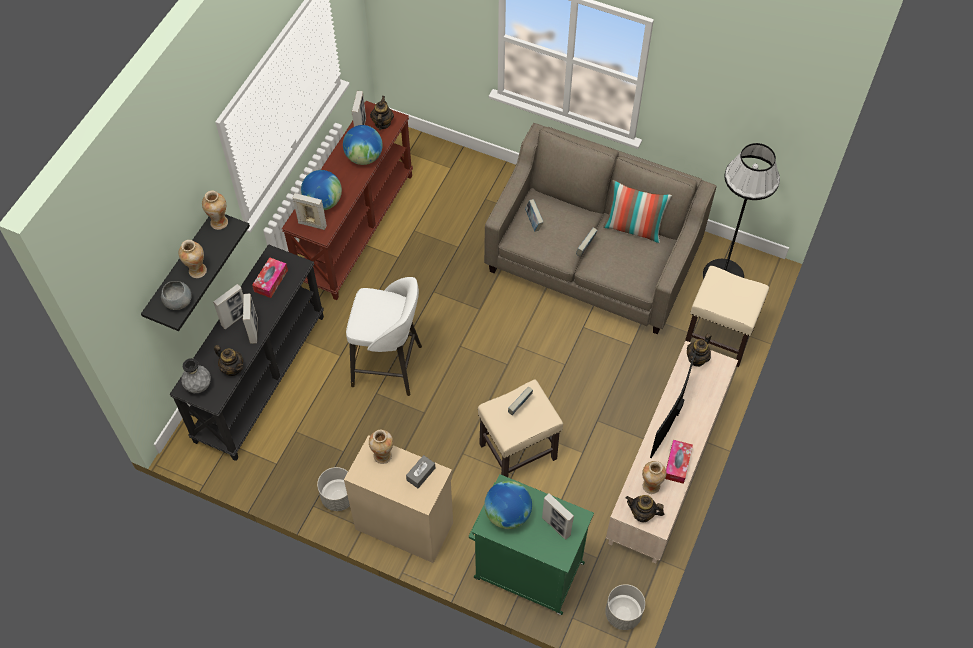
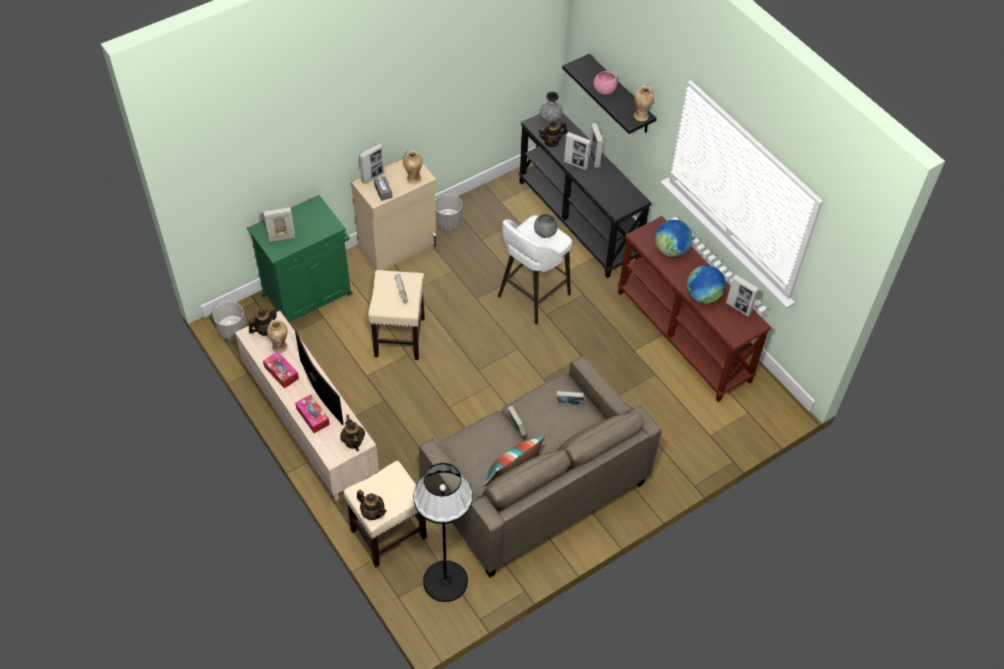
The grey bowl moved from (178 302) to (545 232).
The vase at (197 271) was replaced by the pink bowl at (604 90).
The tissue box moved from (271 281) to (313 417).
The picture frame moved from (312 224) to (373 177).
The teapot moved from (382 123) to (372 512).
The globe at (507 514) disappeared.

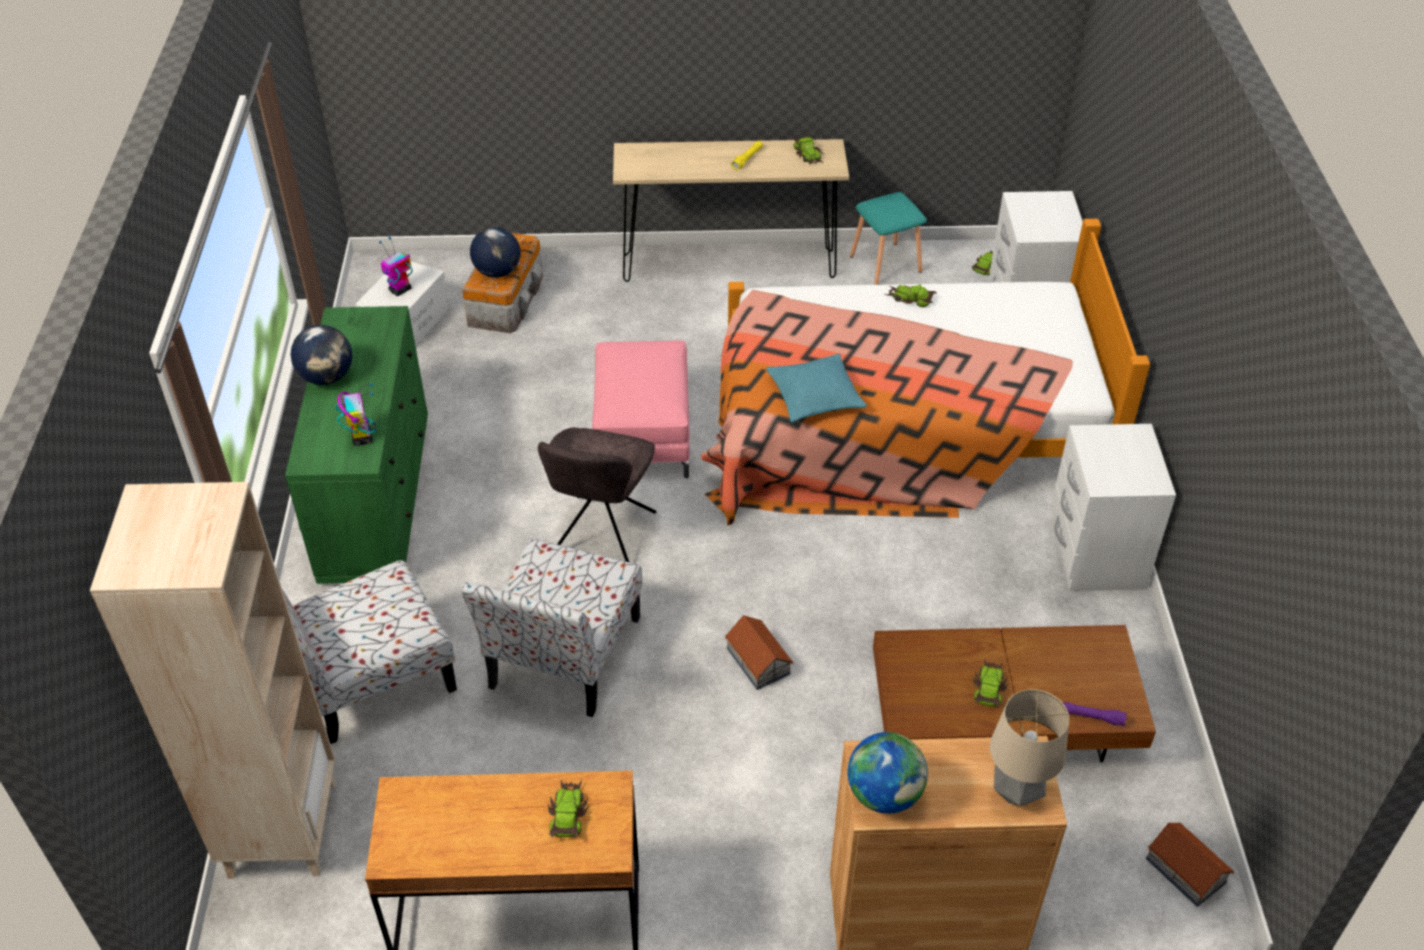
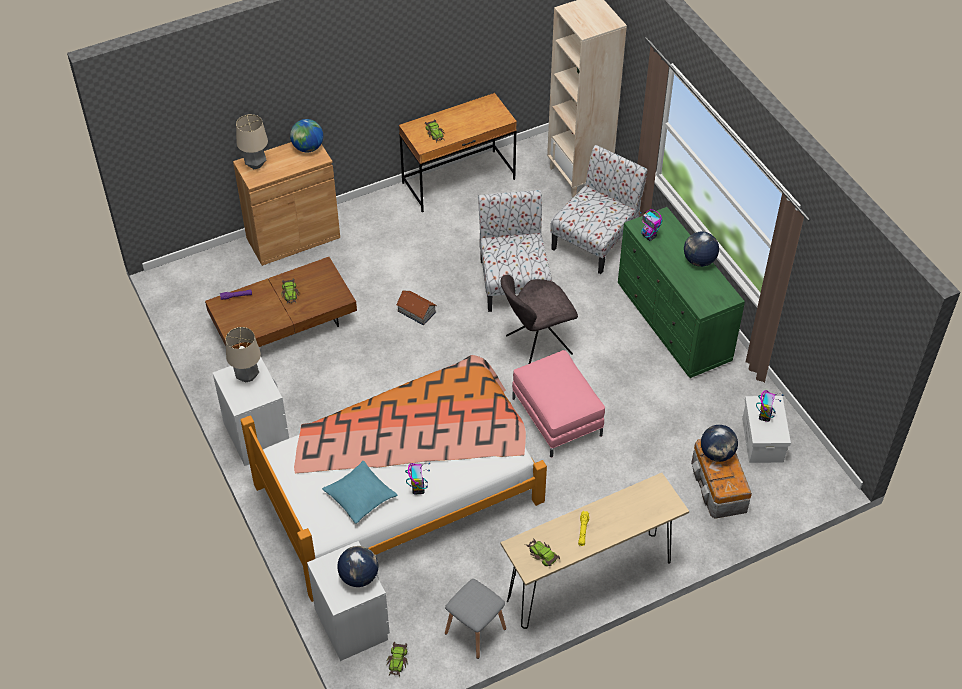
The grey chair at (602 537) turned 105 degrees counterclockwise.
The turquoise pillow moved from (815 396) to (360 496).
The turquoise stool at (886 264) became the grey stool at (474 630).
The toy car at (910 298) was replaced by the toy robot at (418 488).
The toy house at (1185 869) disappeared.
The table lamp at (247 376) appeared.
The globe at (359 576) appeared.

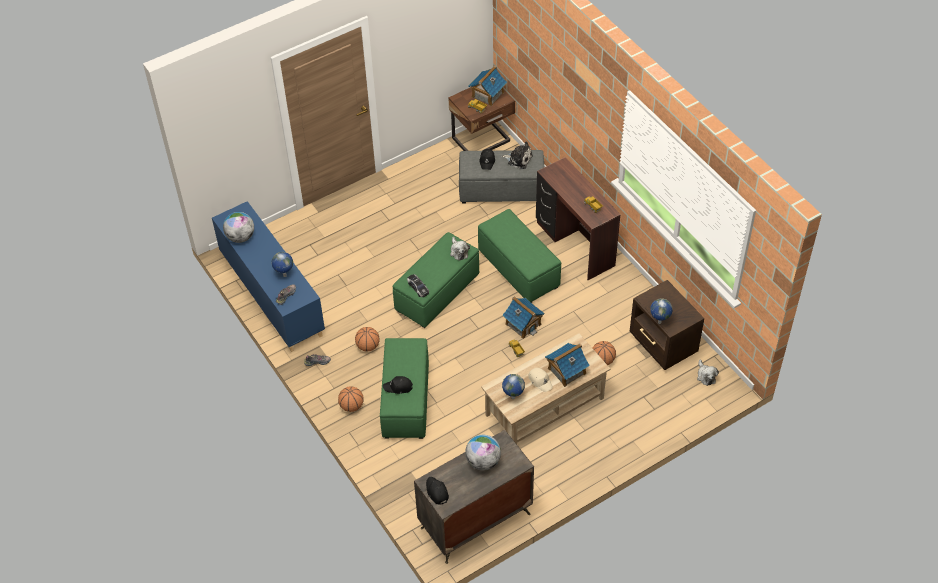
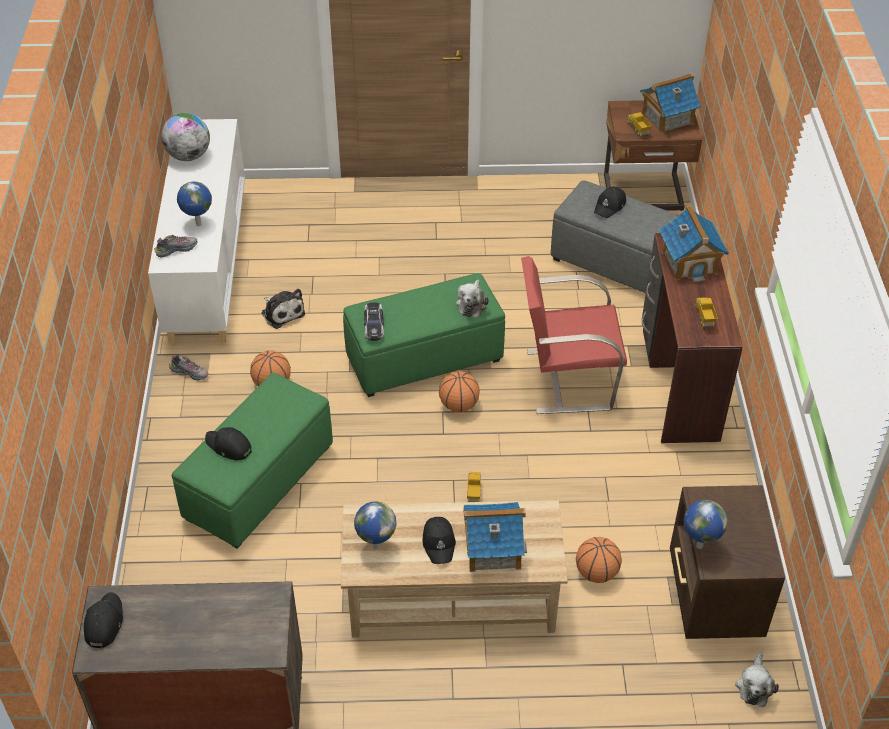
The blue cabinet at (272 296) became the white cabinet at (208 264).
The basketball moved from (351 406) to (459 405).
The globe at (483 461) disappeared.
The green ottoman at (518 269) was replaced by the red chair at (566 379).
The plush toy moved from (518 159) to (282 312).
The toy house moved from (523 324) to (689 262).
The beige cap at (540 381) became the black cap at (439 543).

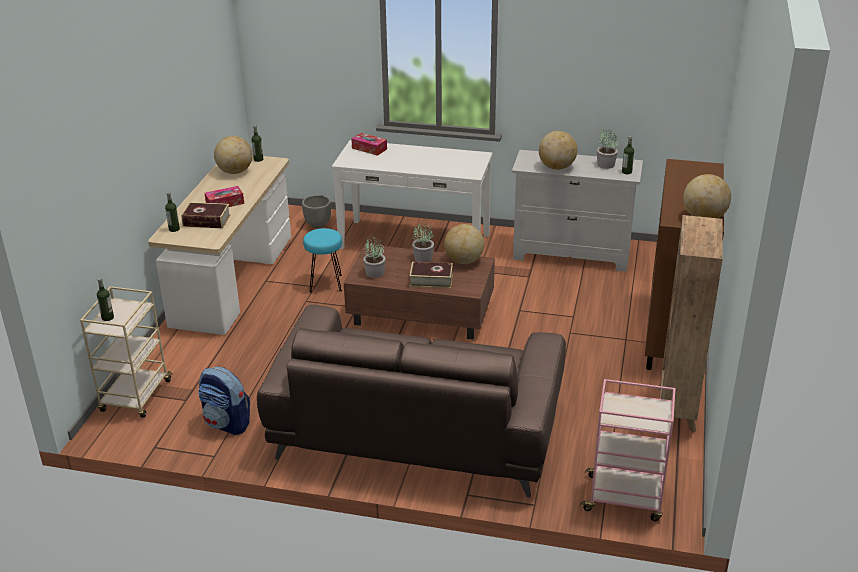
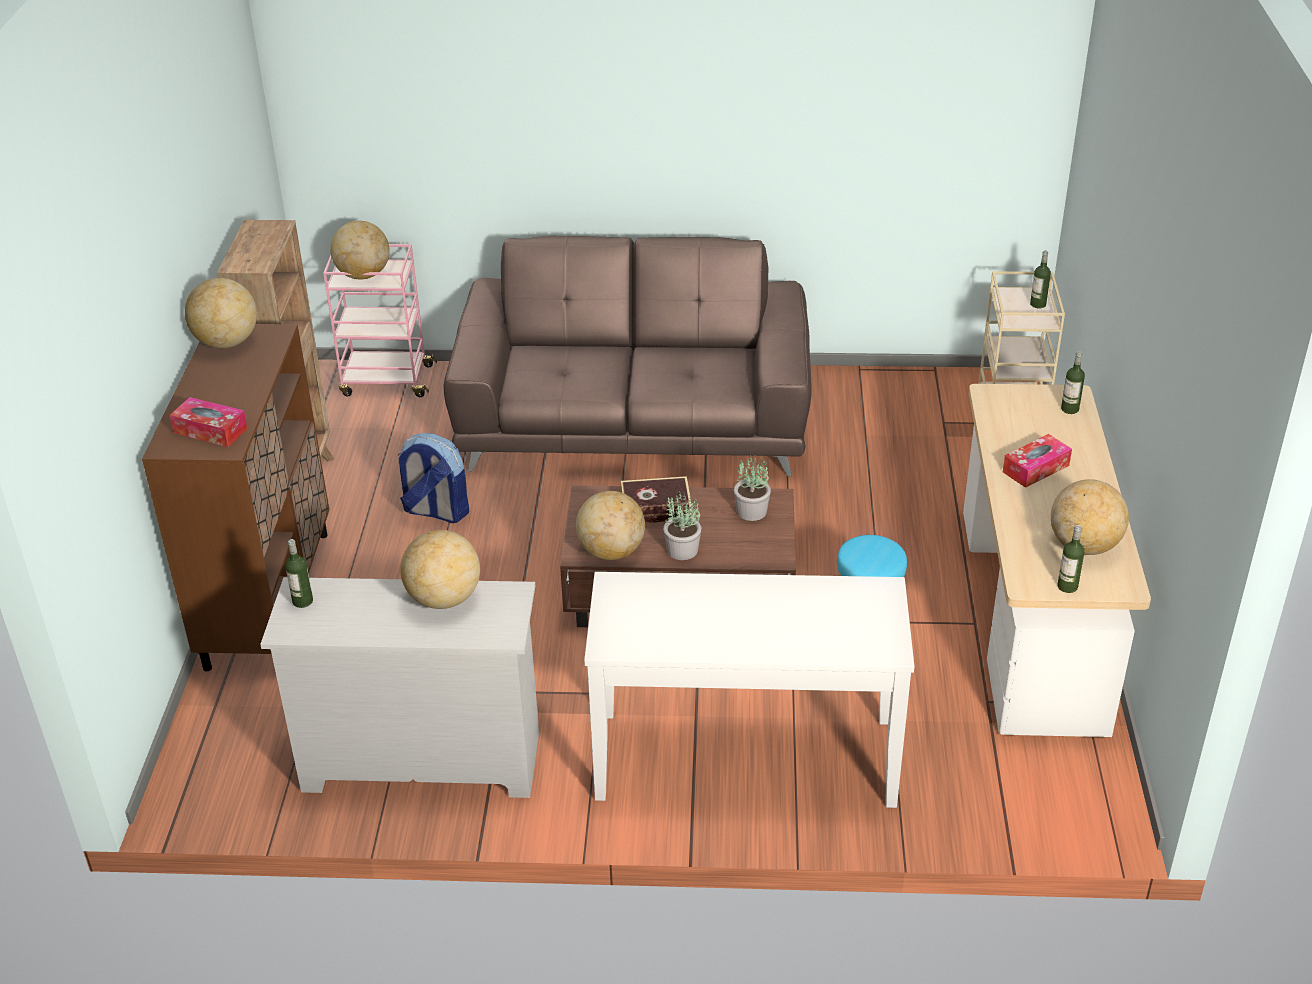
The book at (206 221) disappeared.
The backpack moved from (227 423) to (435 511).
The grey planter at (318 224) disappeared.
The tissue box moved from (369 148) to (210 431).
The potted plant at (605 165) disappeared.
The globe at (363 275) appeared.

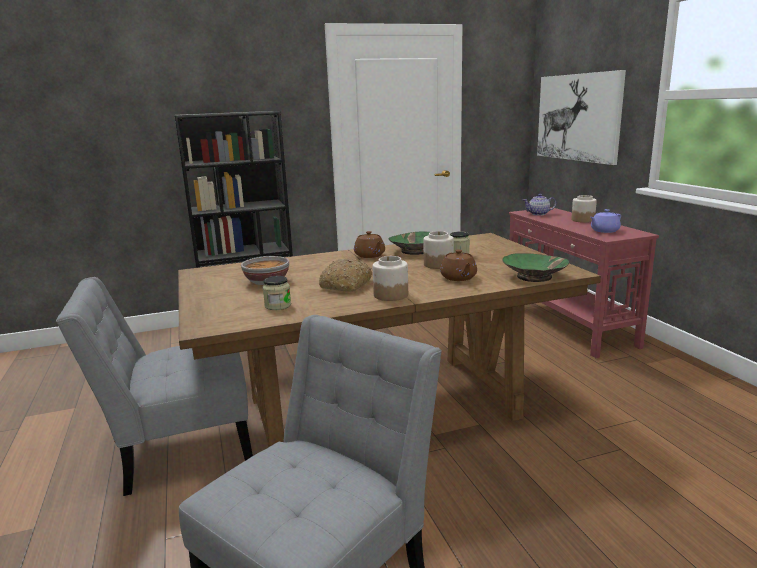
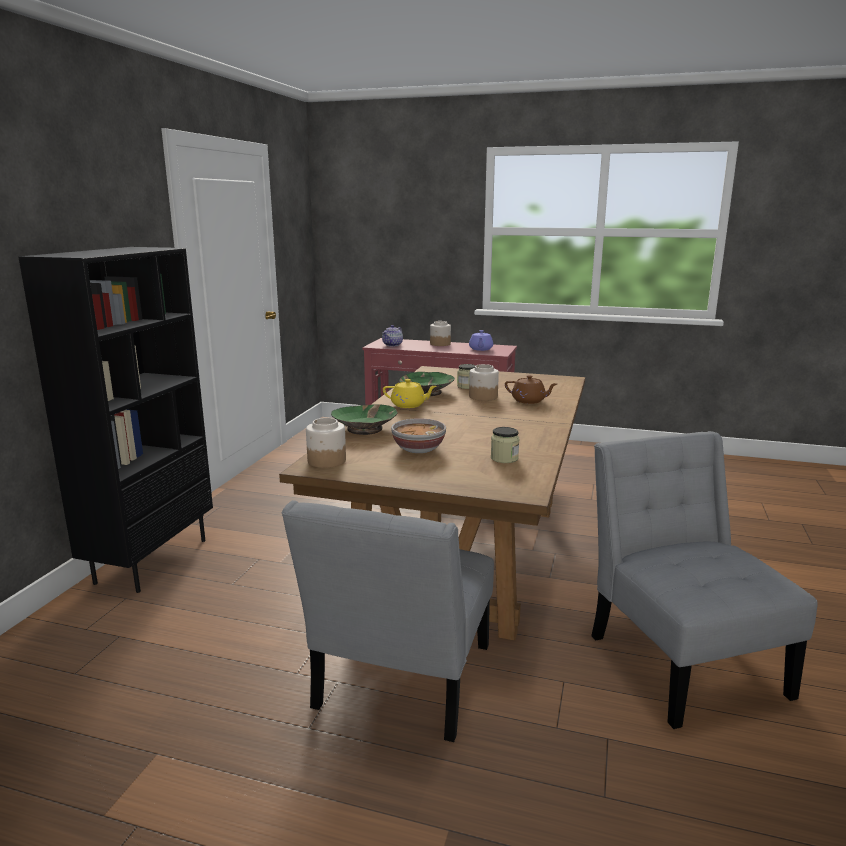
The bread at (346 285) disappeared.
The brown teapot at (370 255) became the yellow teapot at (409 405).
The jar moved from (390 295) to (326 461).
The green bowl moved from (534 276) to (365 429).
The picture at (578 117) disappeared.

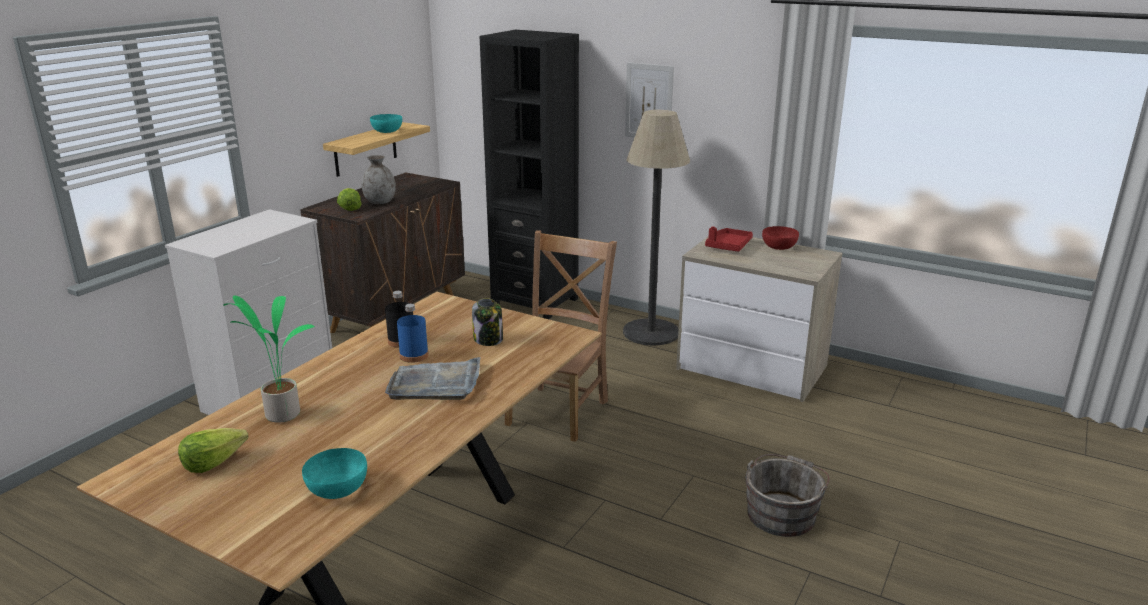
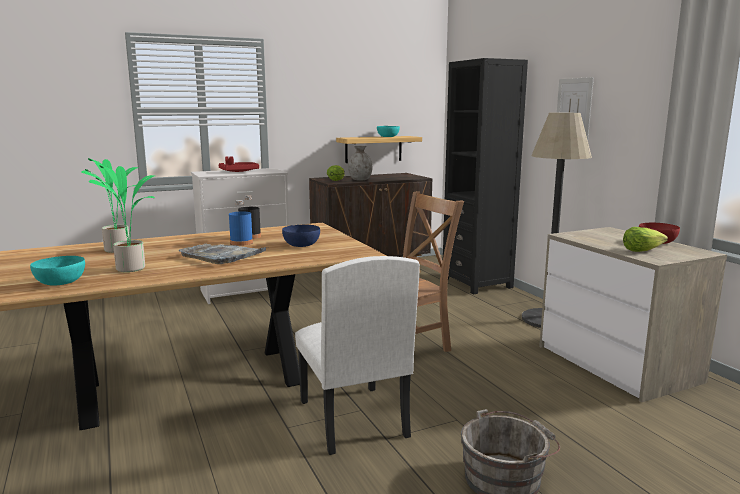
The lettuce moved from (213 462) to (641 250).
The jar at (488 339) was replaced by the blue bowl at (302 245).
The red tray moved from (728 246) to (238 171).
The potted plant at (131 268) appeared.
The white chair at (352 419) appeared.

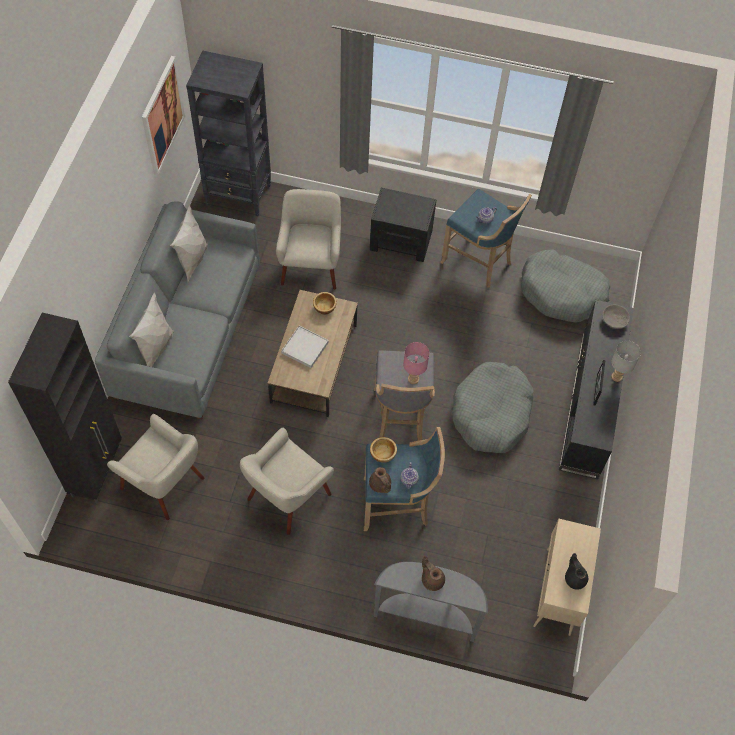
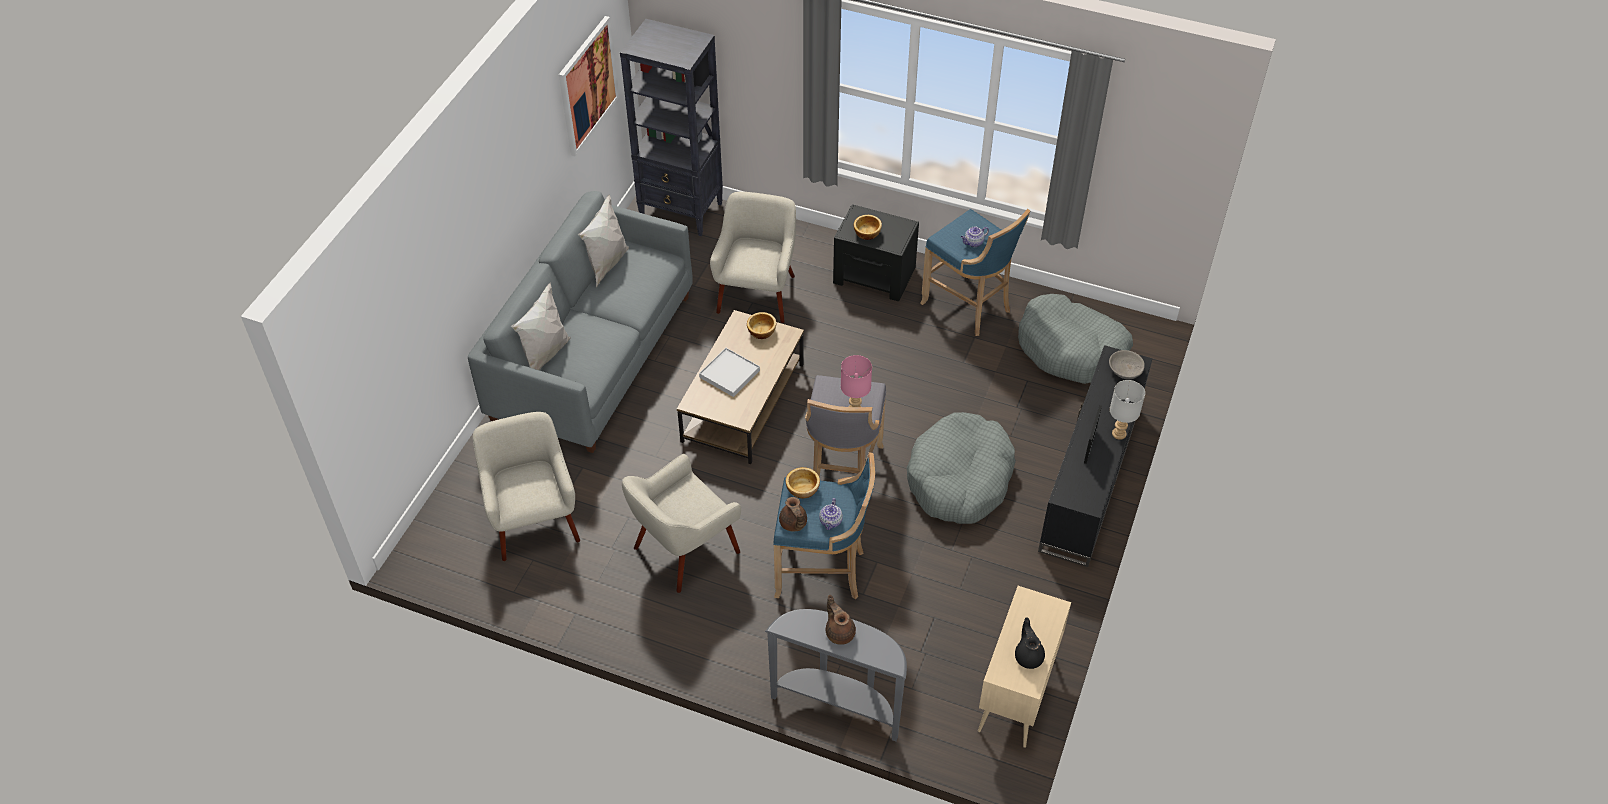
The black cabinet at (97 470) disappeared.
The beige armchair at (164 483) turned 150 degrees counterclockwise.
The bowl at (867 233) appeared.

